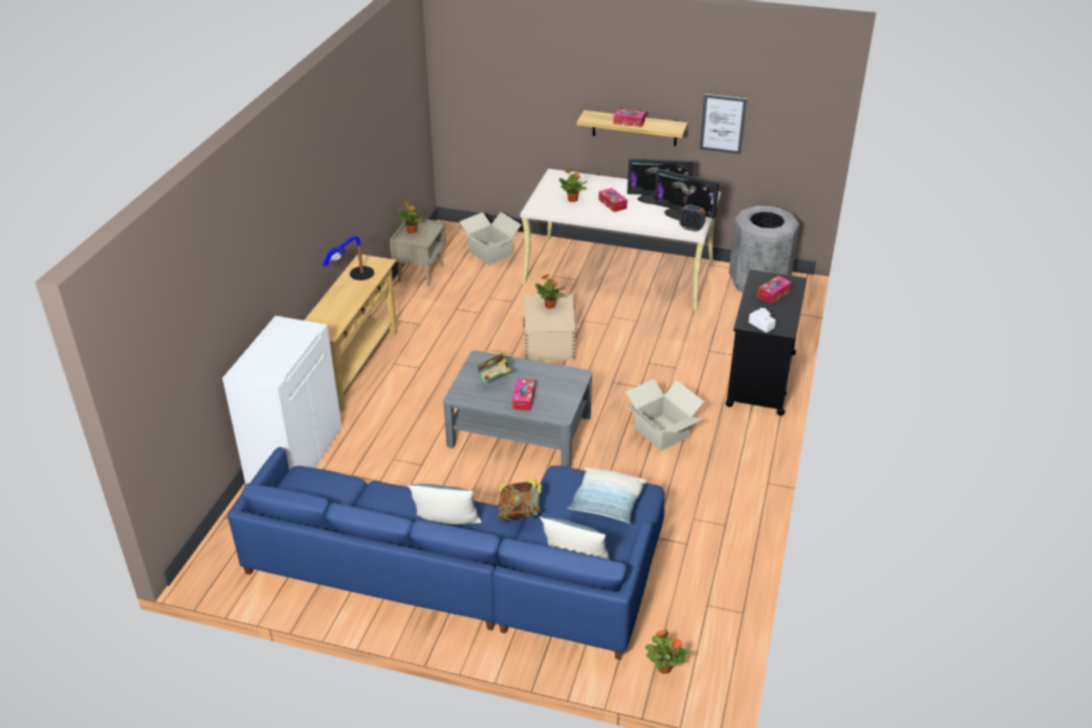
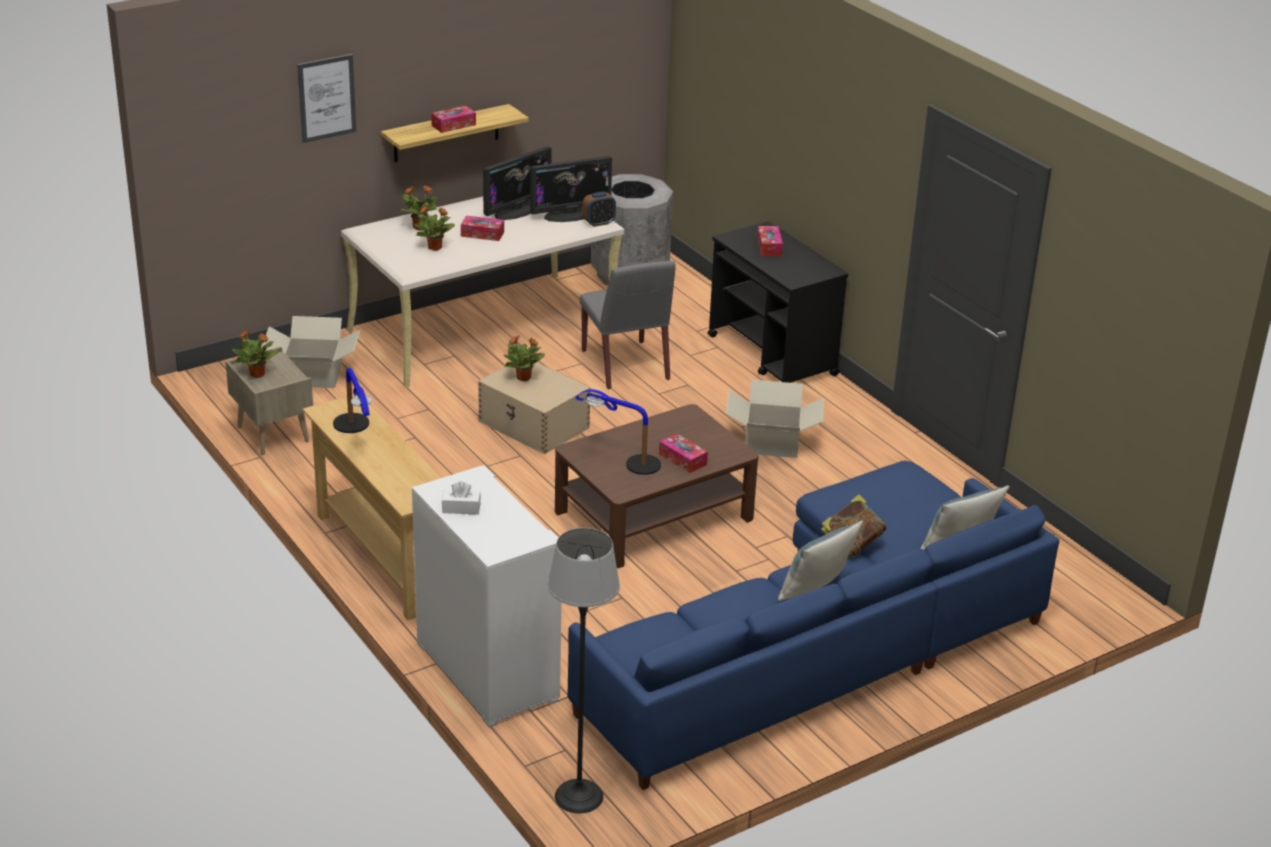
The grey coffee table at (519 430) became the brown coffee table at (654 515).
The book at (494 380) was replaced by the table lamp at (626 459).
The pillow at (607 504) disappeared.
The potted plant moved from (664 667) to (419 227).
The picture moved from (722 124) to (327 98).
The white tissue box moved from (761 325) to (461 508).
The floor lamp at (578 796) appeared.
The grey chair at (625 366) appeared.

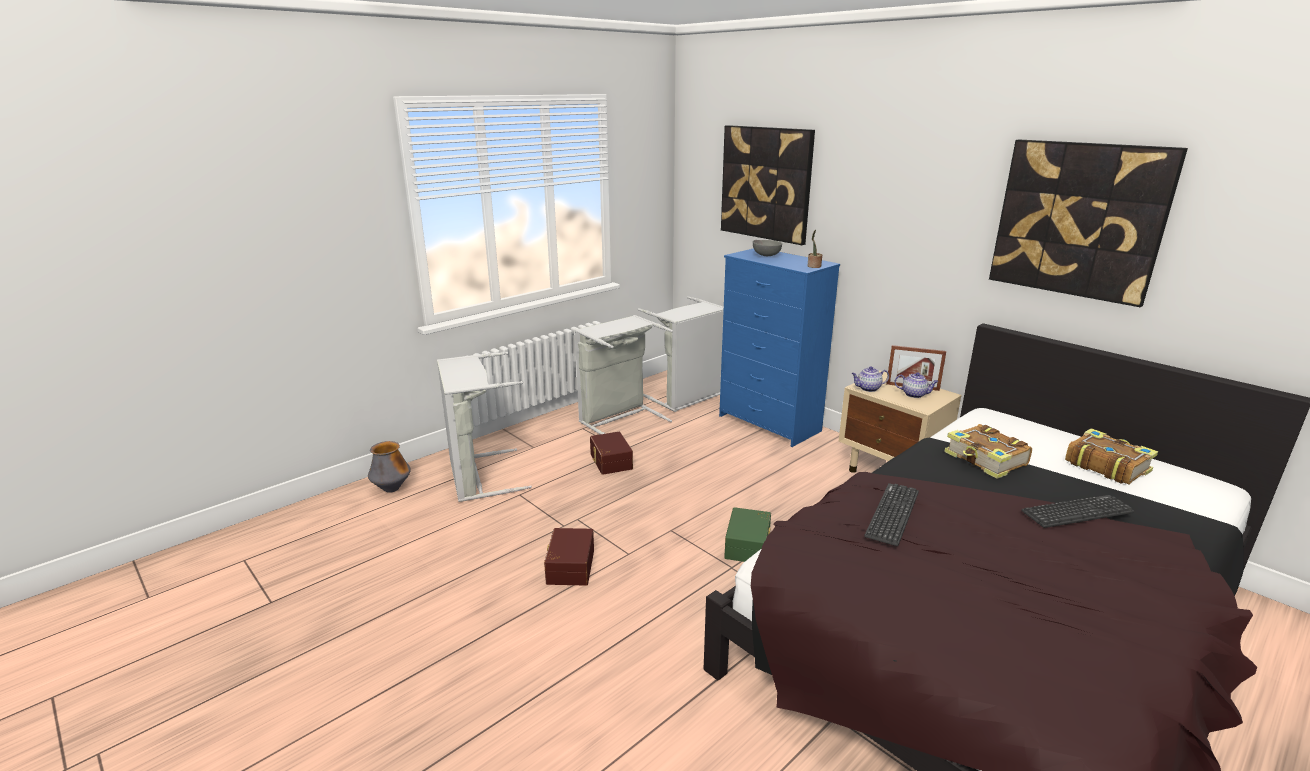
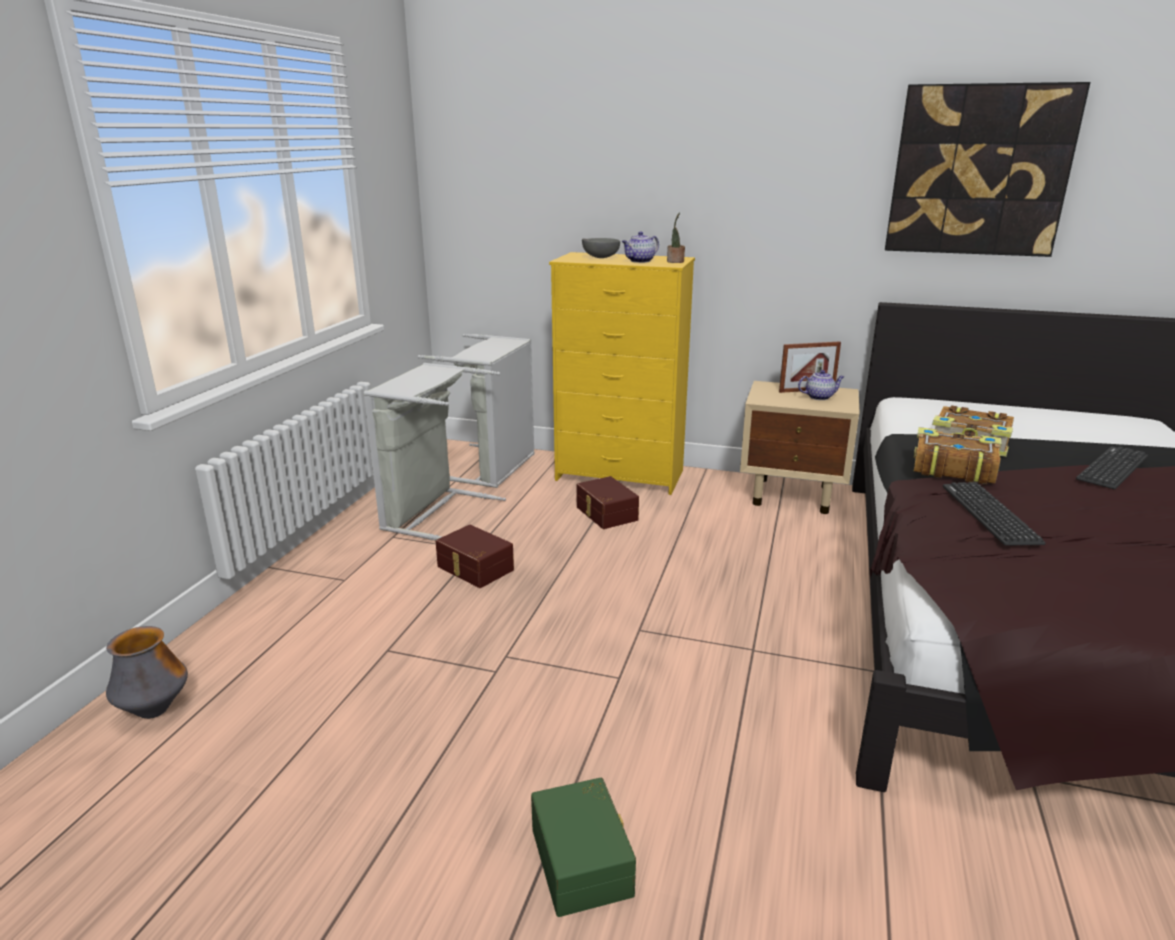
The grey laundry basket at (478 477) disappeared.
The brown storage box moved from (569 566) to (605 514).
The blue dresser at (769 424) became the yellow dresser at (620 476).
The picture at (766 183) disappeared.
The green storage box moved from (749 545) to (584 860).
The teapot moved from (868 388) to (640 261).
The book moved from (1106 466) to (952 468).

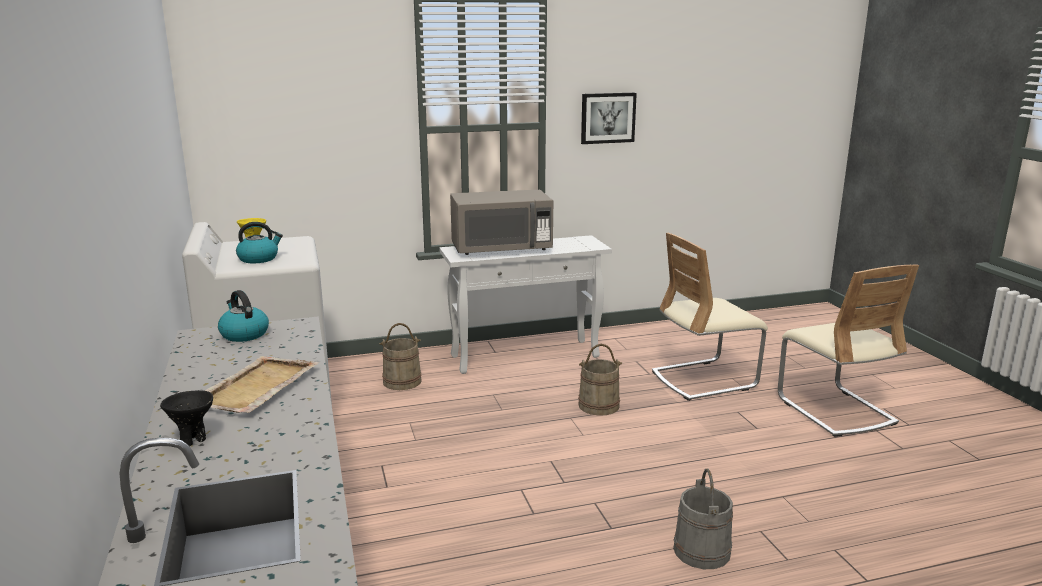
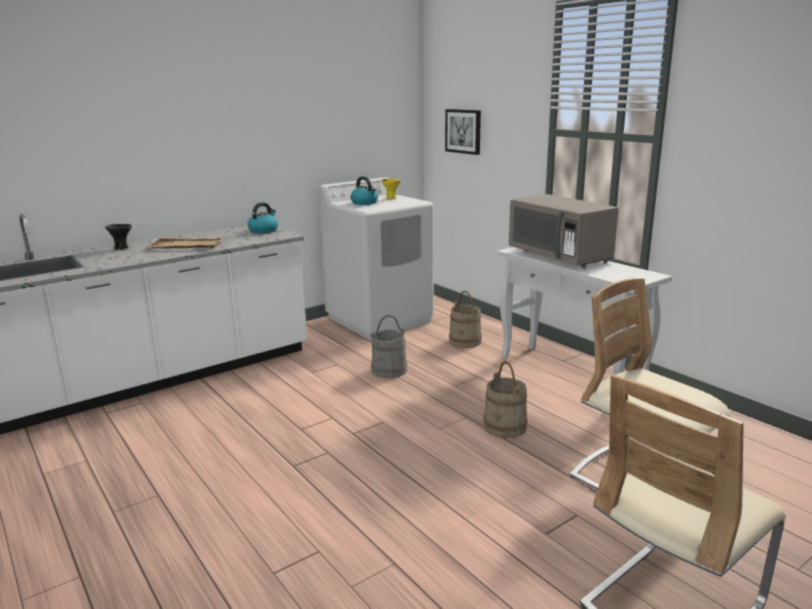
The picture moved from (607 118) to (463 131).
The grey bucket moved from (701 550) to (389 370).

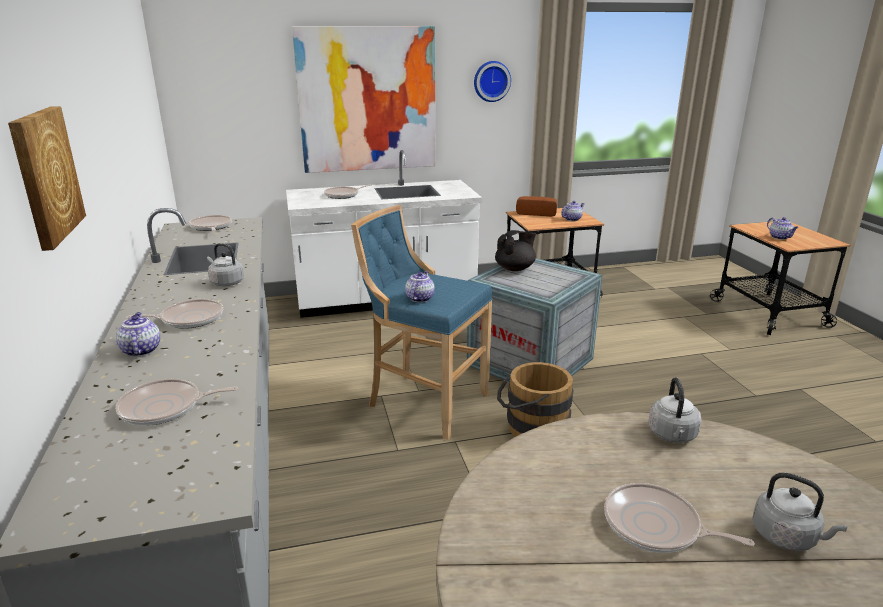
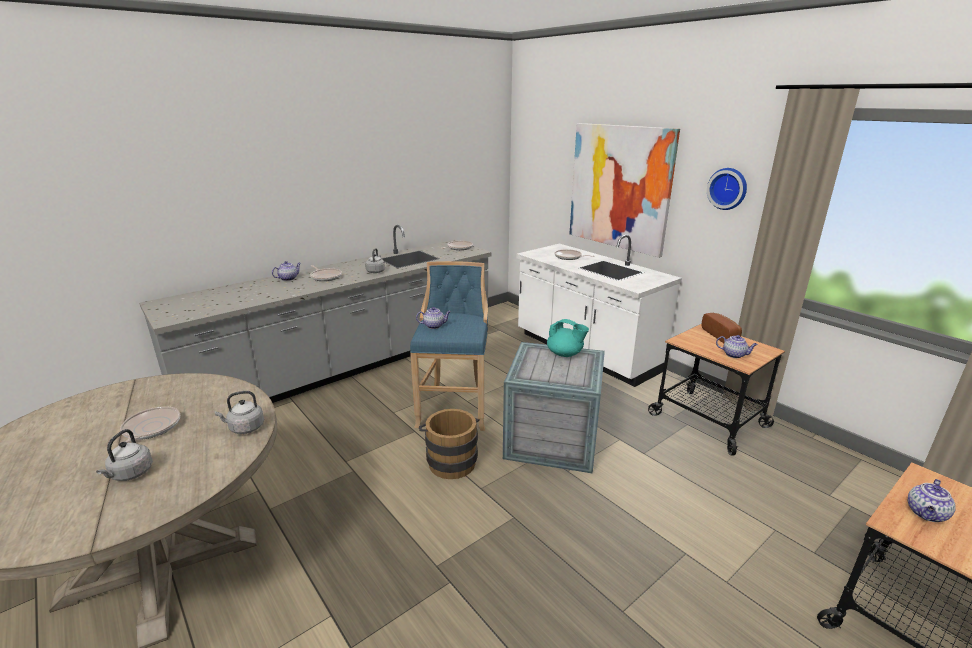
The picture at (45 175) disappeared.
The frying pan at (165 408) disappeared.
The black teapot at (515 268) became the turquoise teapot at (565 354).

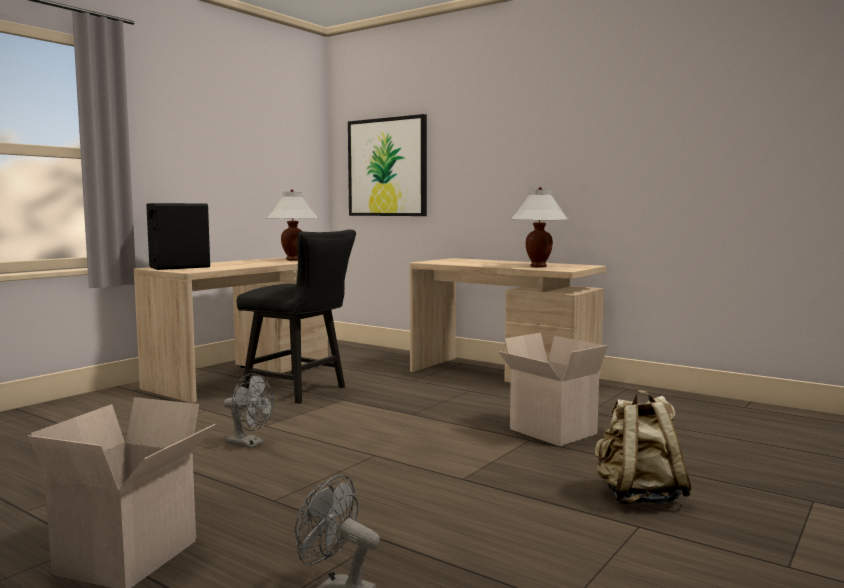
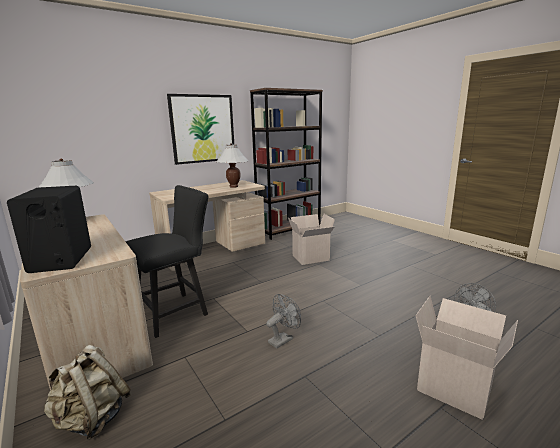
The picture moved from (387 167) to (203 129).
The beige backpack moved from (638 497) to (92 419).
The brown bookcase at (289 230) appeared.

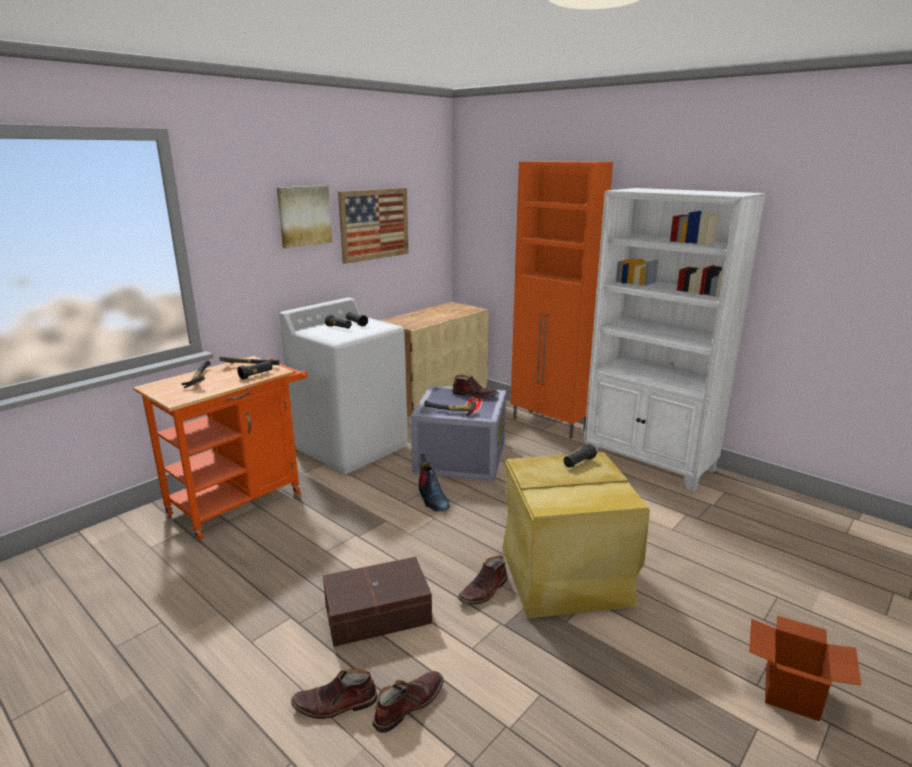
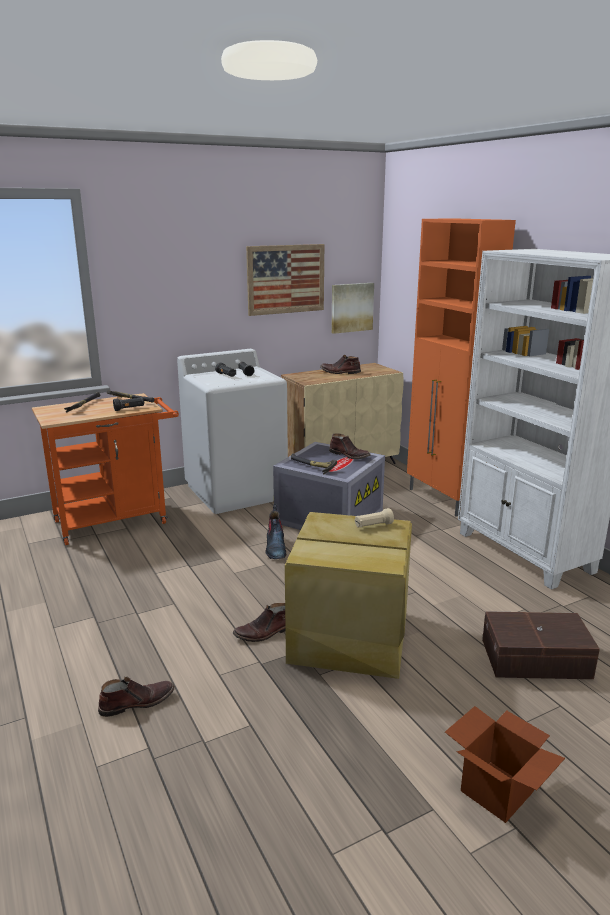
The picture moved from (304 216) to (351 307).
The brown boot moved from (335 704) to (340 372).
The brown storage box moved from (379 614) to (537 659).
The black flashlight at (578 463) became the beige flashlight at (373 526).

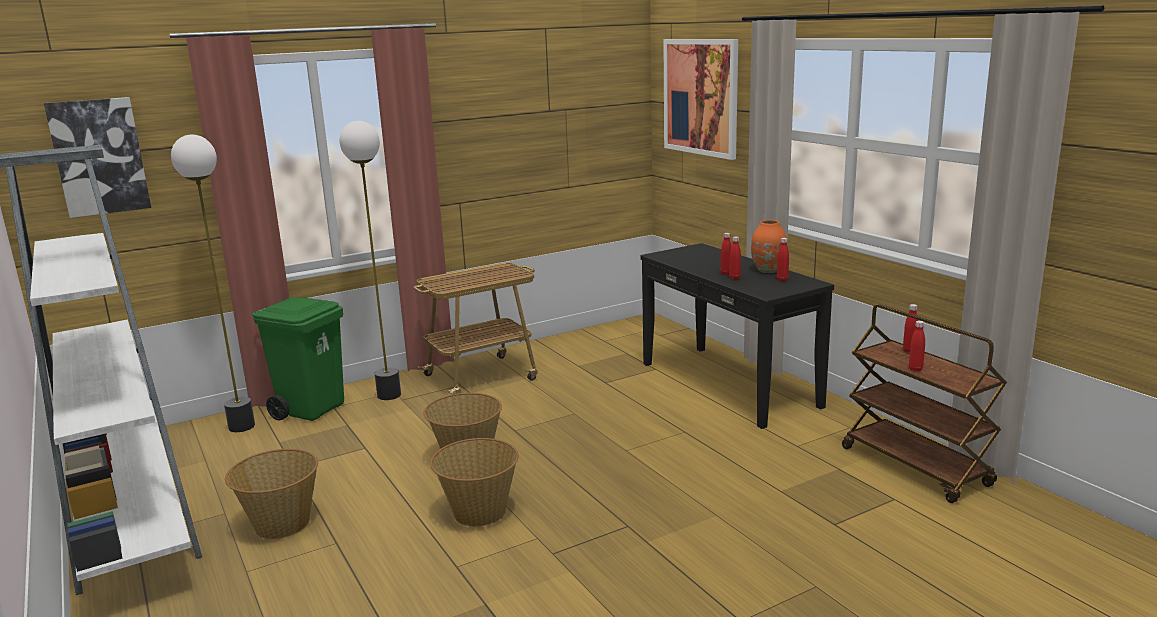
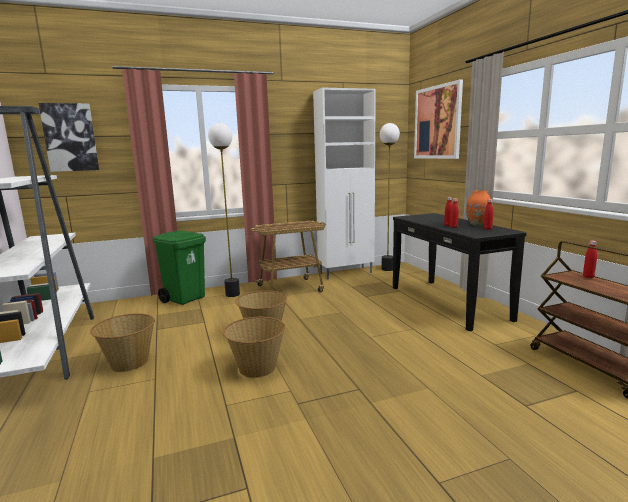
The floor lamp moved from (242 426) to (387 269).
The red bottle at (915 369) disappeared.
The white cabinet at (346 273) appeared.

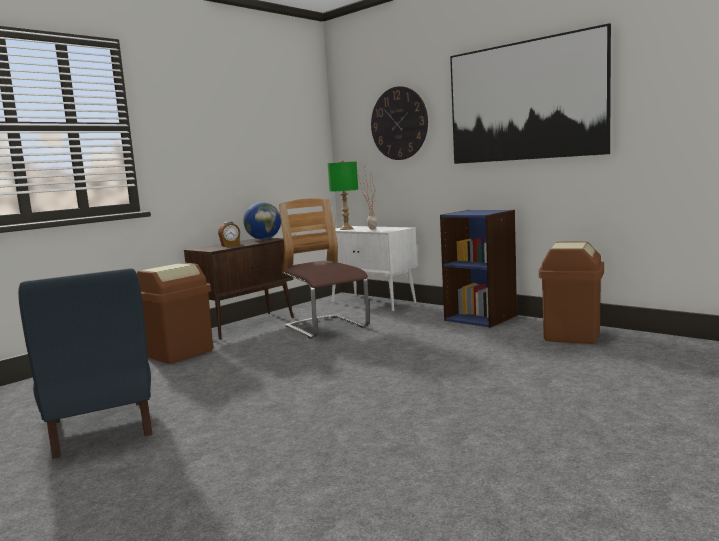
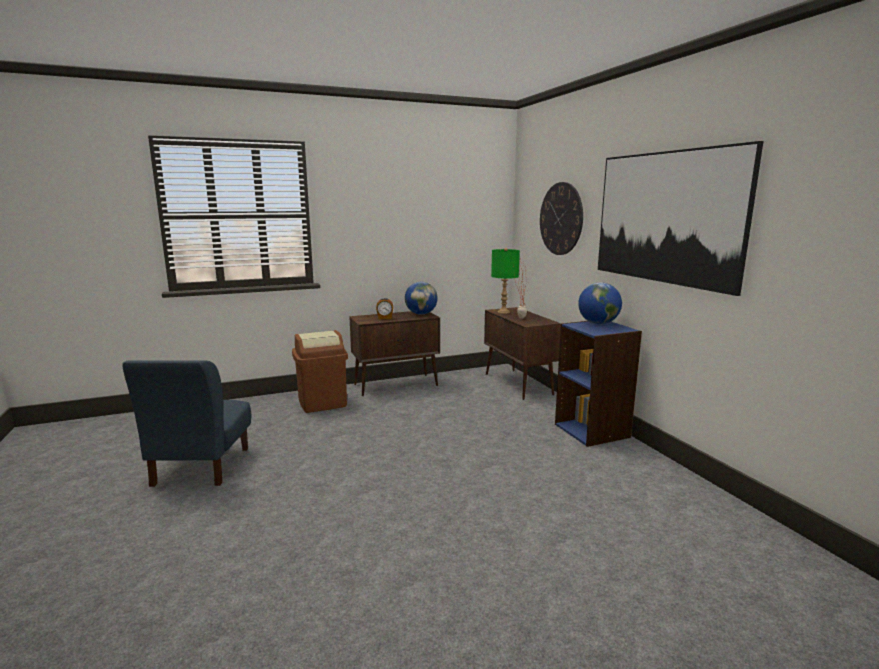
The chair at (326 328) disappeared.
The white cabinet at (373 303) became the brown cabinet at (518 384).
The brown trash can at (571 335) disappeared.
The globe at (598 323) appeared.

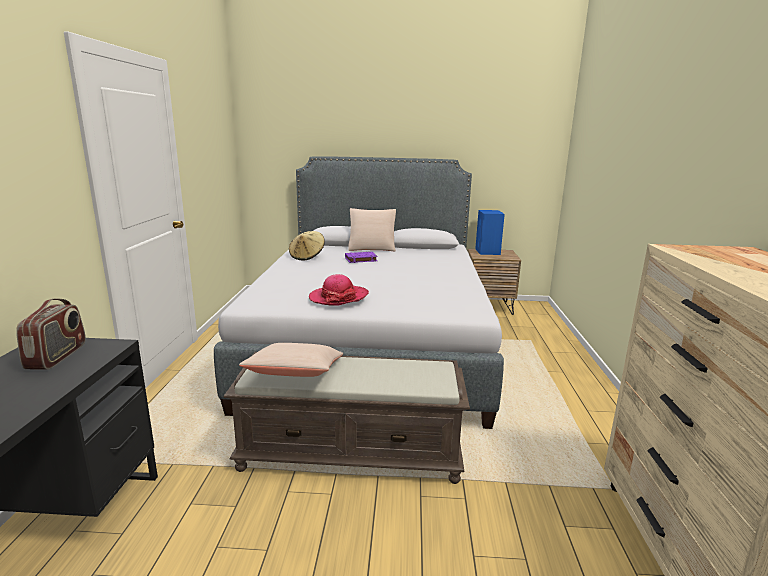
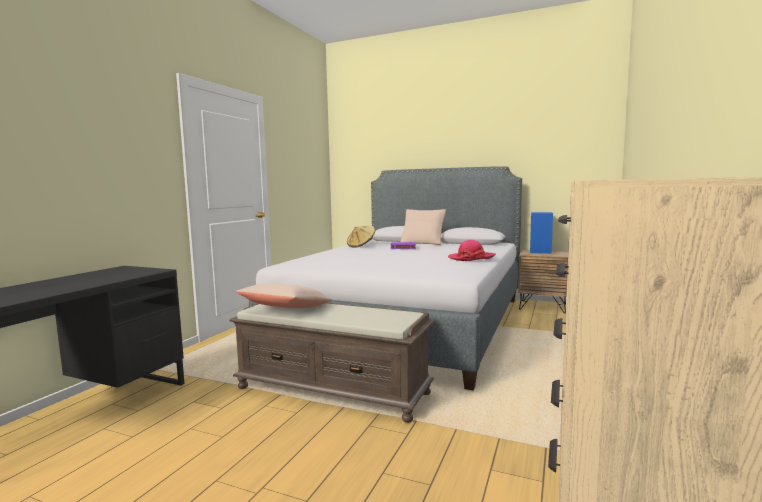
The radio at (57 356) disappeared.
The hat moved from (338 297) to (471 258).

